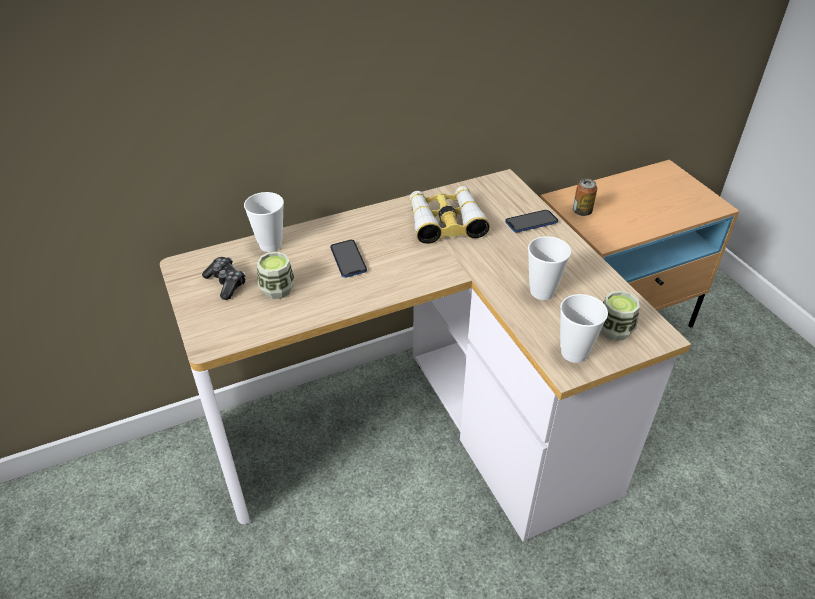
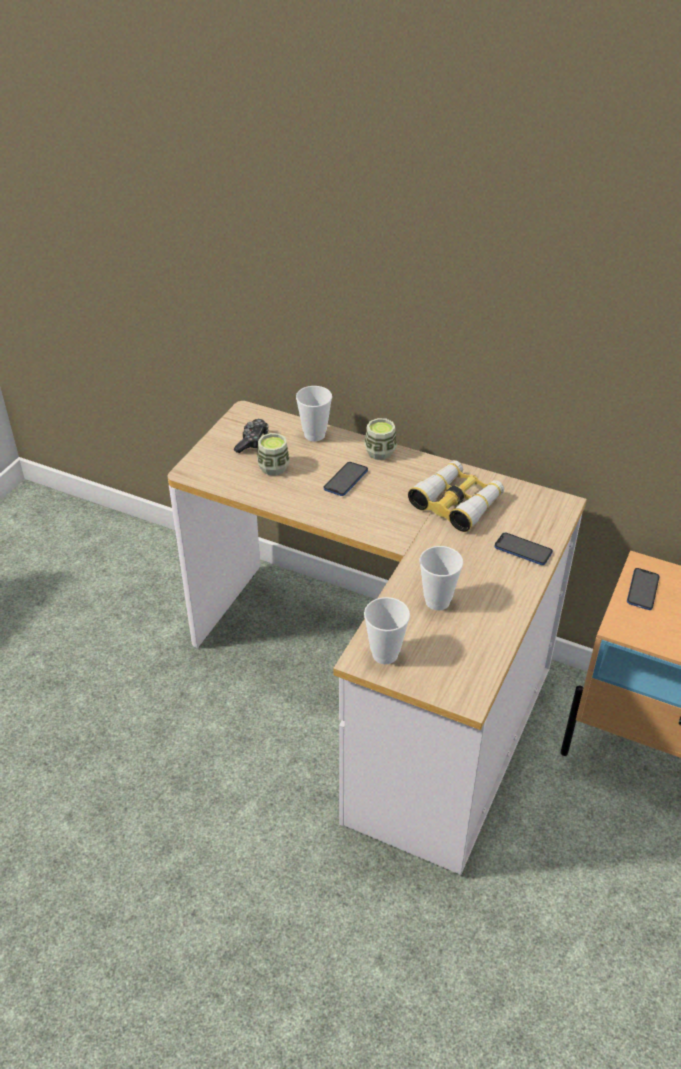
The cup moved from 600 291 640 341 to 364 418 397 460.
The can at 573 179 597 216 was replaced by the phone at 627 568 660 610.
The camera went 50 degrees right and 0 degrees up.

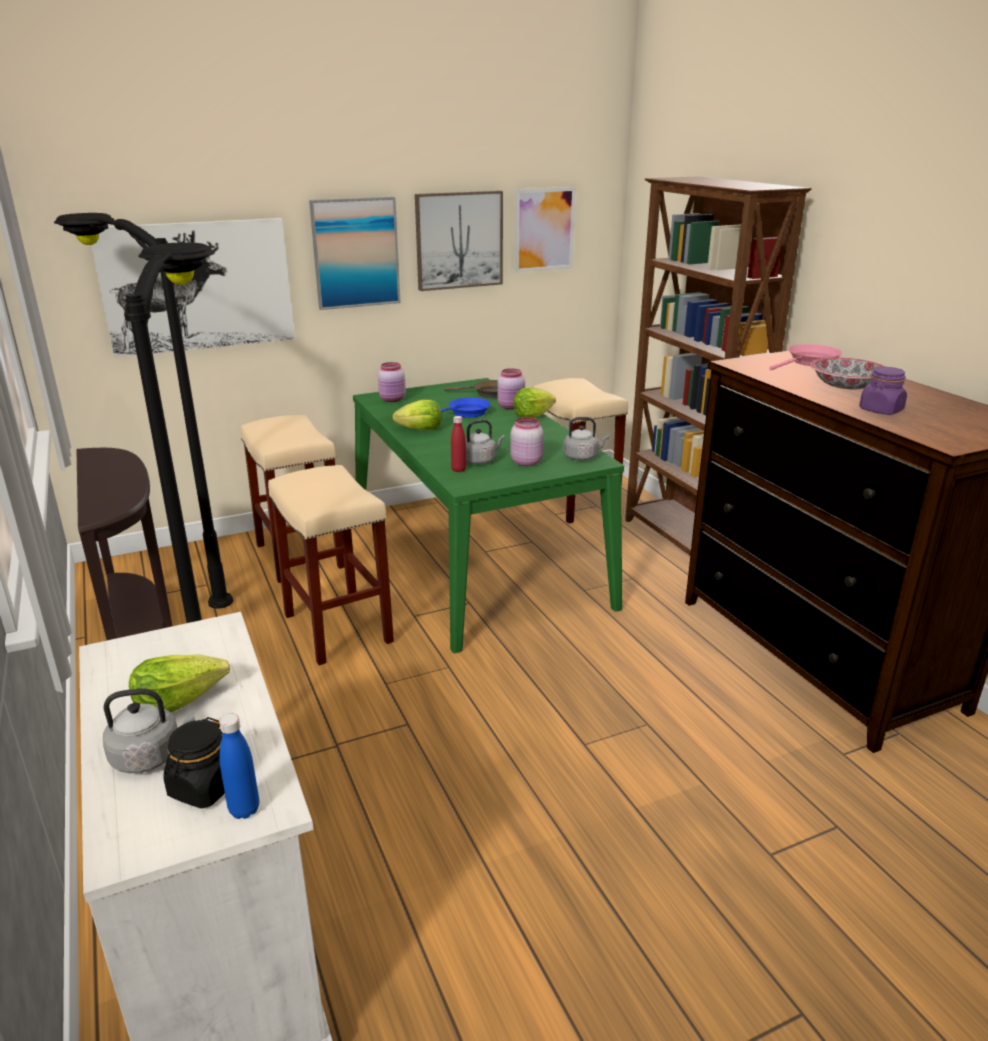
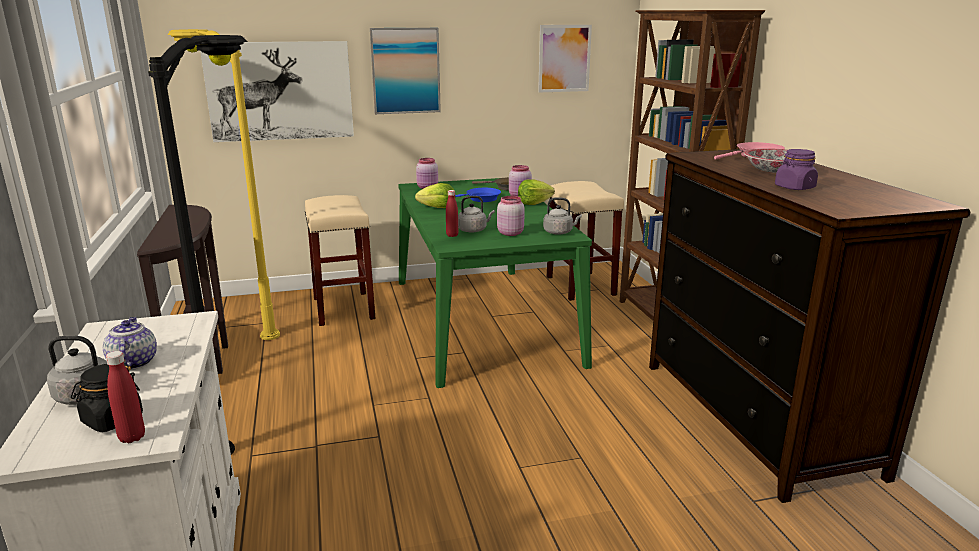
The lettuce at 129 654 230 712 was replaced by the teapot at 103 317 157 370.
The bottle/blue at 219 713 259 819 became the bottle/red at 106 351 145 443.
The floor lamp/black at 54 213 233 609 became the floor lamp/yellow at 167 29 280 340.
The stool/beige at 268 465 394 665 disappeared.
The picture at 415 191 503 291 disappeared.
The camera went 10 degrees right and 5 degrees down.

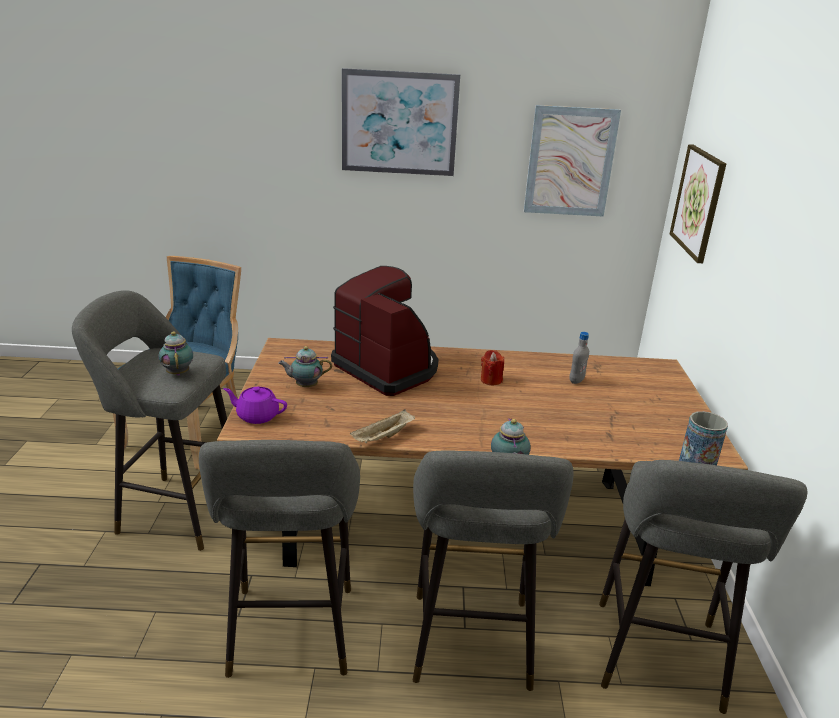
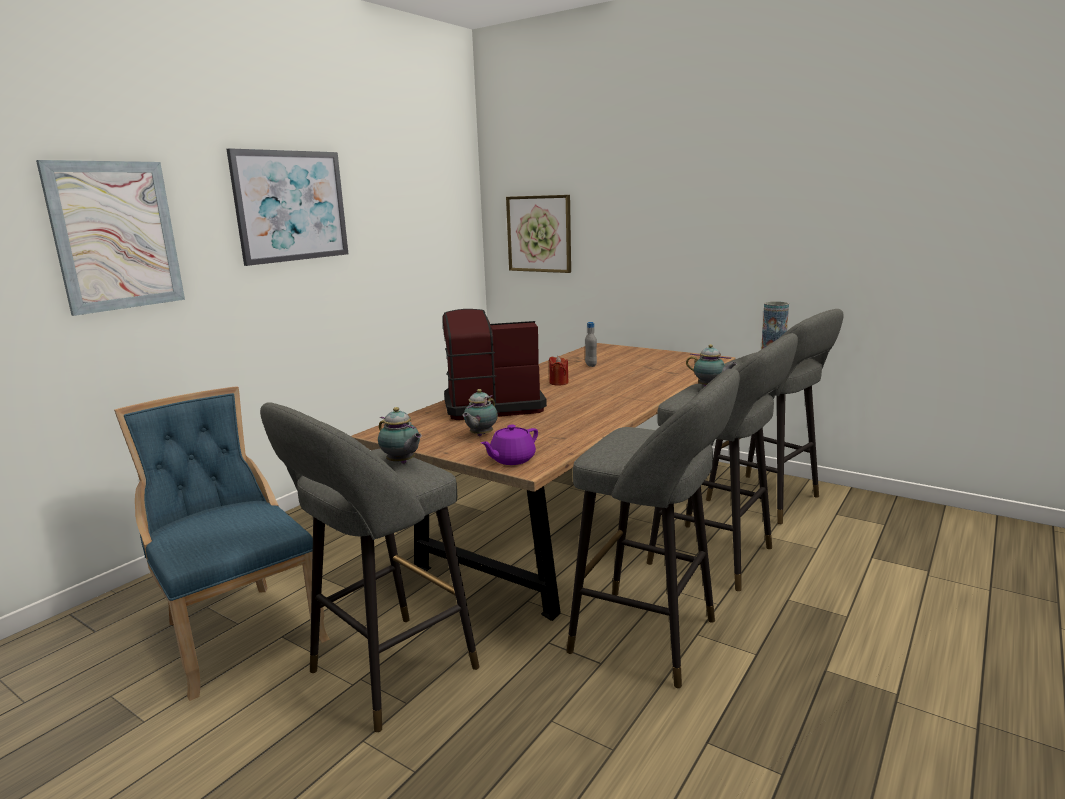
The picture moved from 524 105 621 217 to 36 160 185 316.
The teapot at 159 331 193 376 turned 150 degrees counterclockwise.
The tray/beige at 350 409 415 443 disappeared.
The camera went 55 degrees left and 10 degrees down.

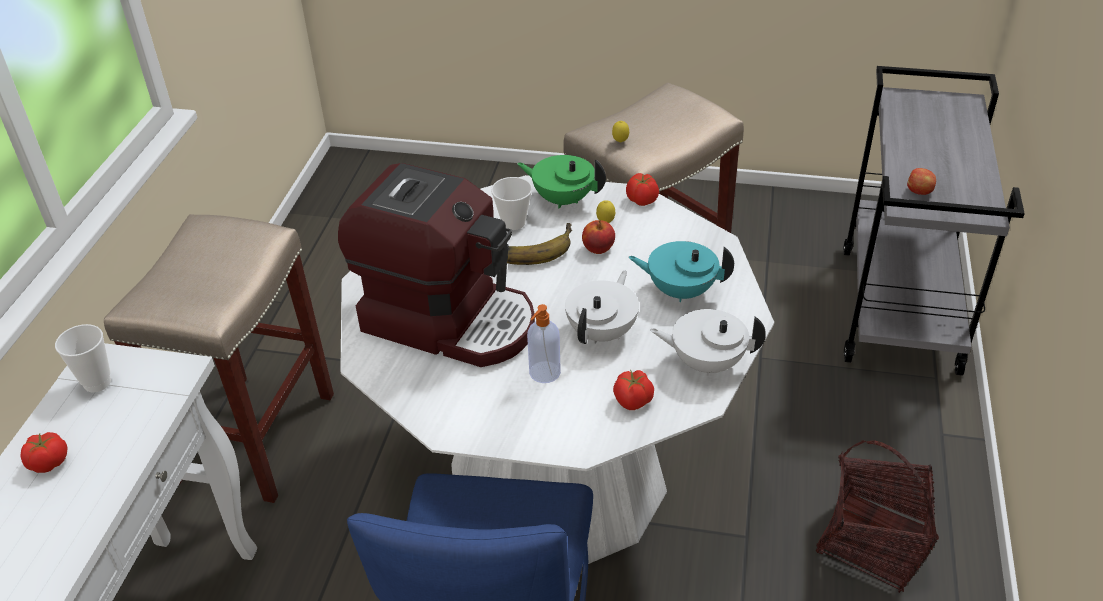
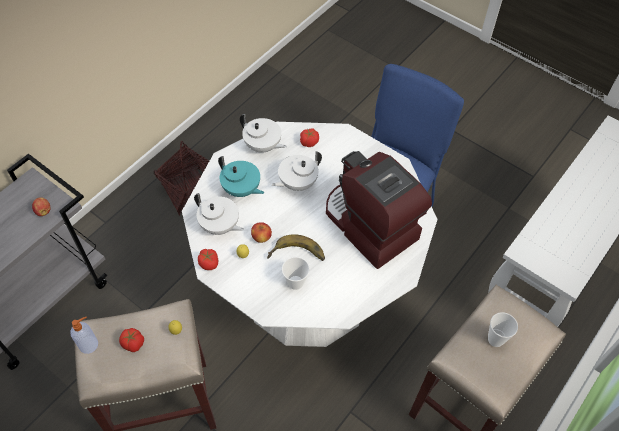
The soap dispenser moved from 527 304 561 383 to 70 317 98 354.
The tomato moved from 21 432 68 473 to 119 328 144 352.
The teapot/white at 194 193 244 235 appeared.
The cup moved from 55 324 111 393 to 488 312 518 347.
The teapot/green at 517 155 606 209 disappeared.
The camera went 155 degrees left and 15 degrees up.

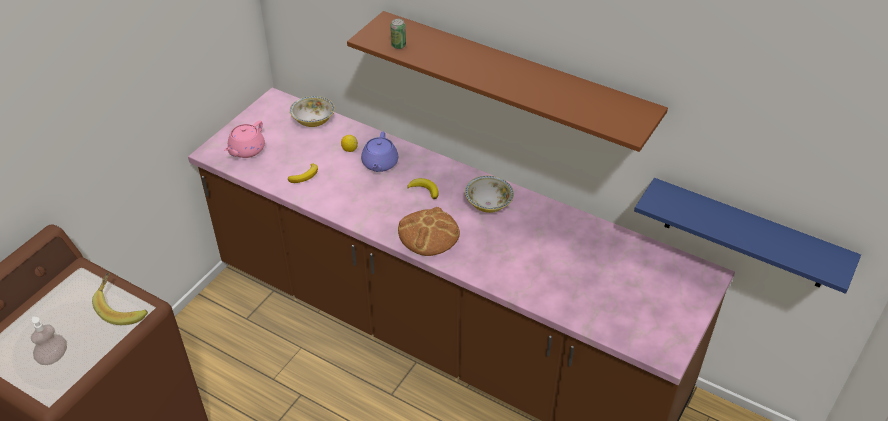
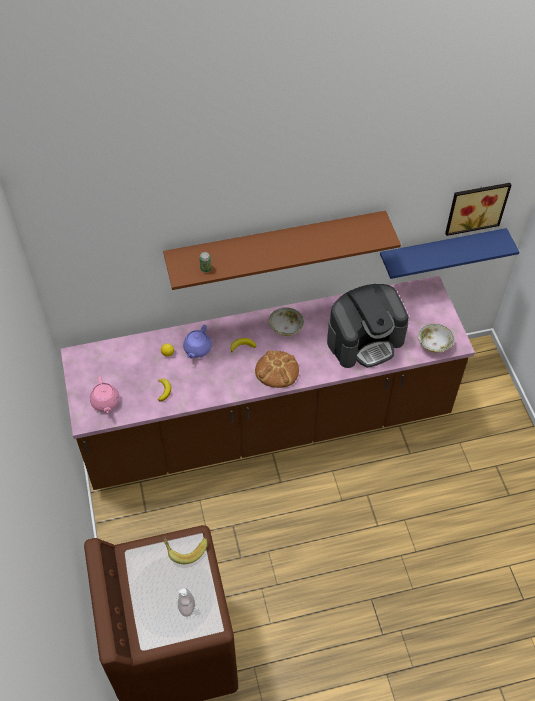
The teapot/purple at 361 132 398 172 turned 60 degrees clockwise.
The coffee machine at 327 284 408 368 appeared.
The bowl moved from 290 96 335 127 to 418 324 454 353.
The picture at 445 183 511 236 appeared.
The camera went 45 degrees left and 10 degrees up.

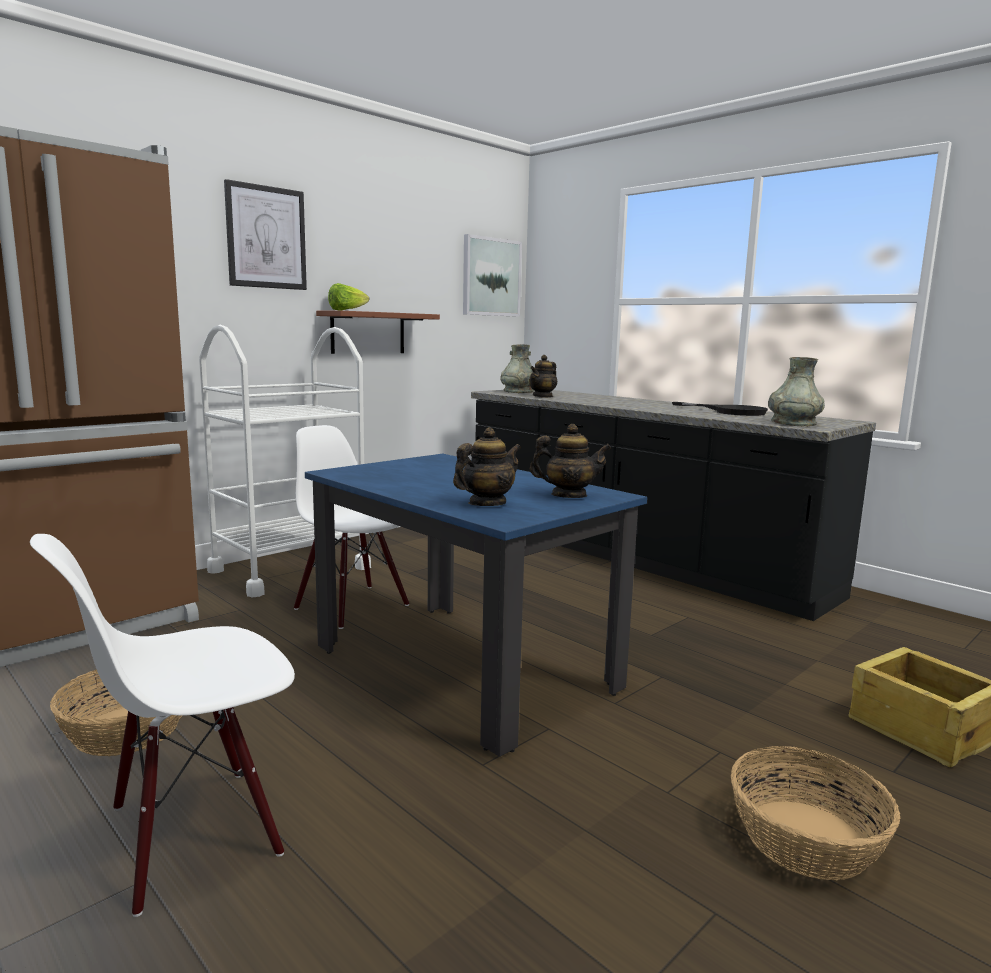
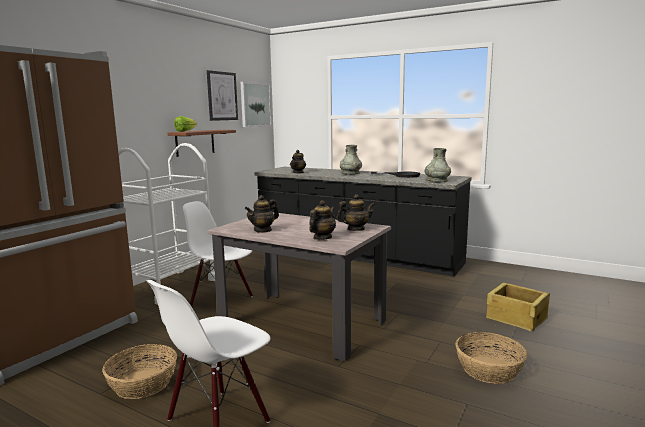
The picture moved from 224 179 307 290 to 207 70 238 121.
The dining table/blue at 305 454 647 757 became the dining table/beige at 207 212 391 361.
The teapot at 245 195 279 233 appeared.
The vase/grey moved from 500 344 534 393 to 340 145 362 175.
The camera went 15 degrees left and 0 degrees up.

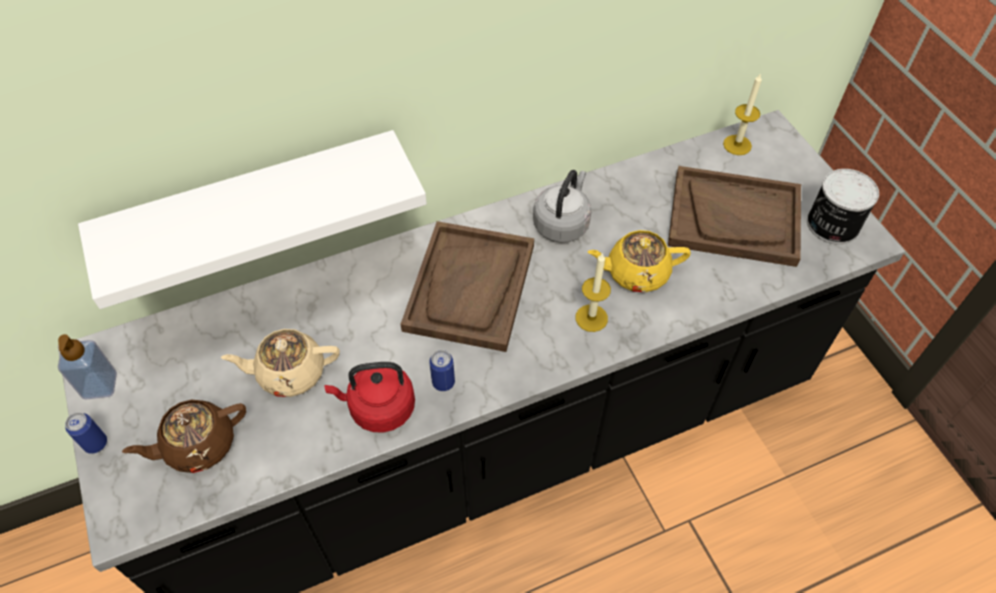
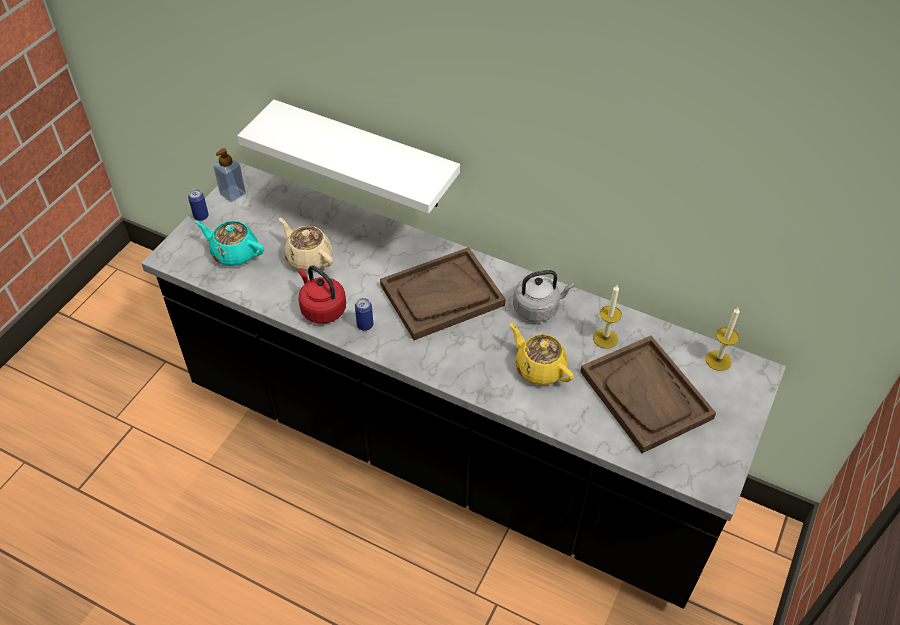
The teapot/brown at 122 400 246 473 became the teapot/turquoise at 195 221 264 266.
The candle moved from 576 254 611 332 to 593 285 622 349.
The can at 807 169 879 245 disappeared.
The camera went 50 degrees right and 5 degrees down.

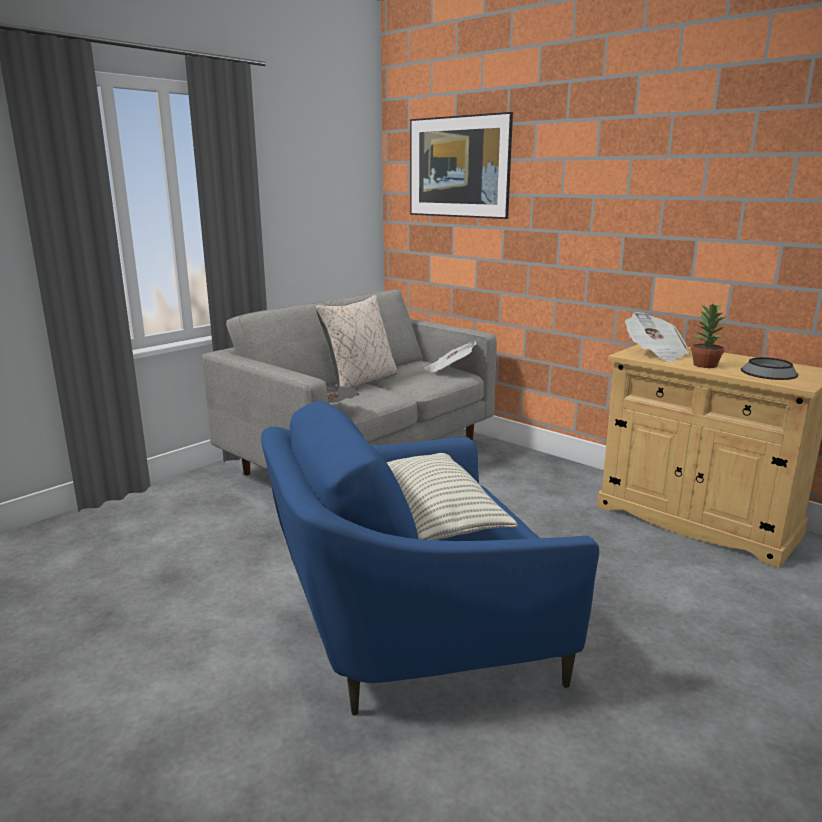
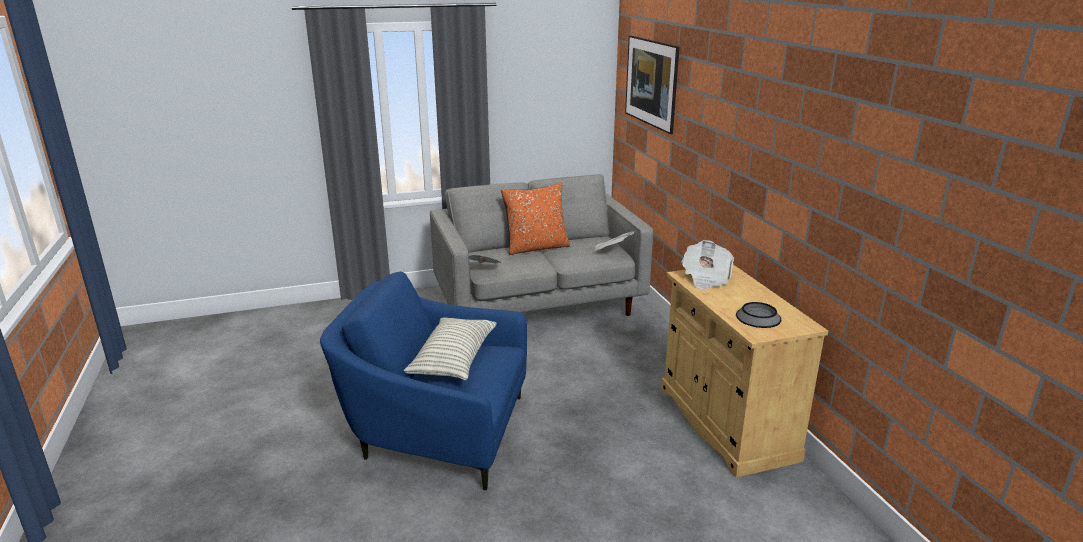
The pillow/beige at 316 295 397 388 became the pillow/orange at 501 182 570 255.
The potted plant at 691 303 728 368 disappeared.
The camera went 30 degrees right and 5 degrees up.

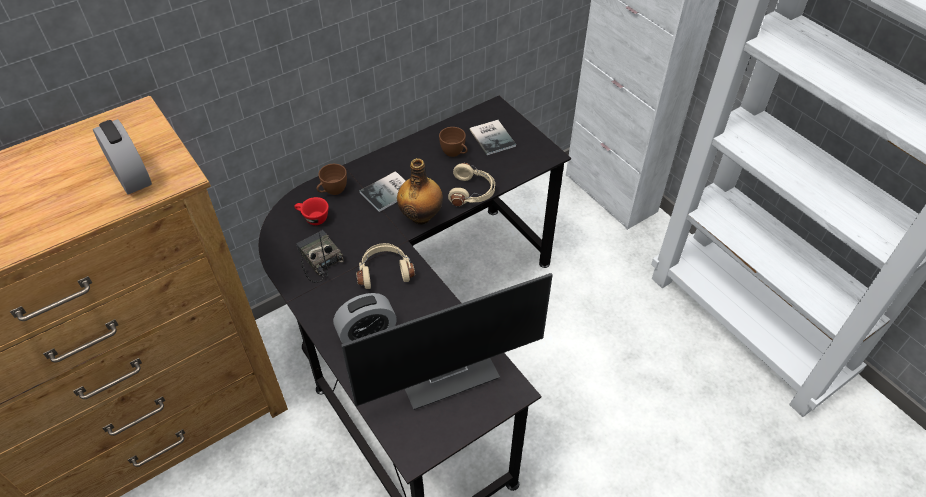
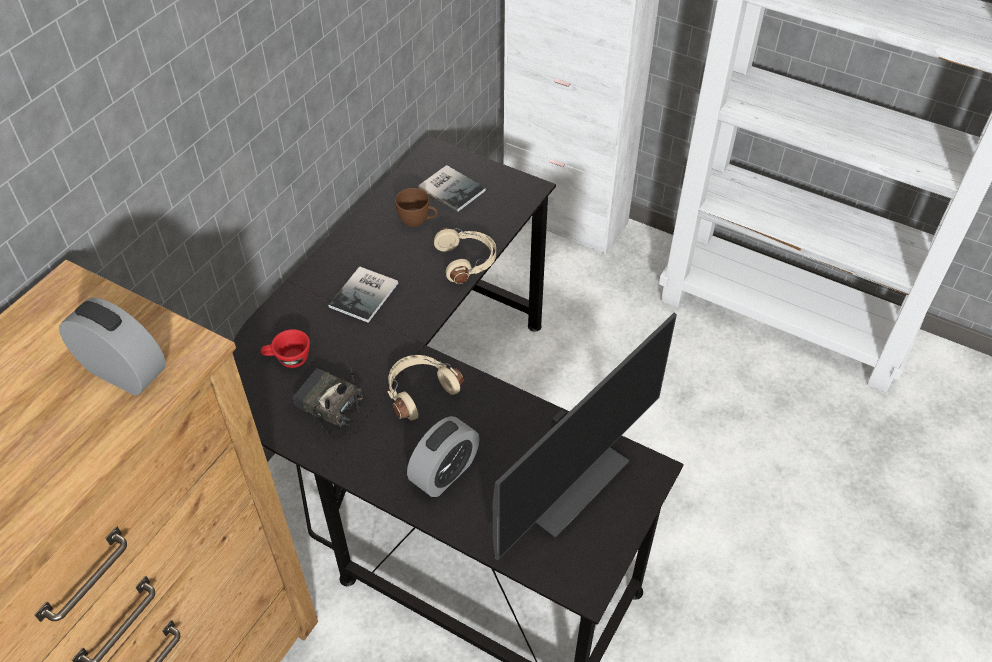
The cup/brown at 317 164 347 195 disappeared.
The bottle at 397 158 443 225 disappeared.
The camera went 25 degrees left and 0 degrees up.

